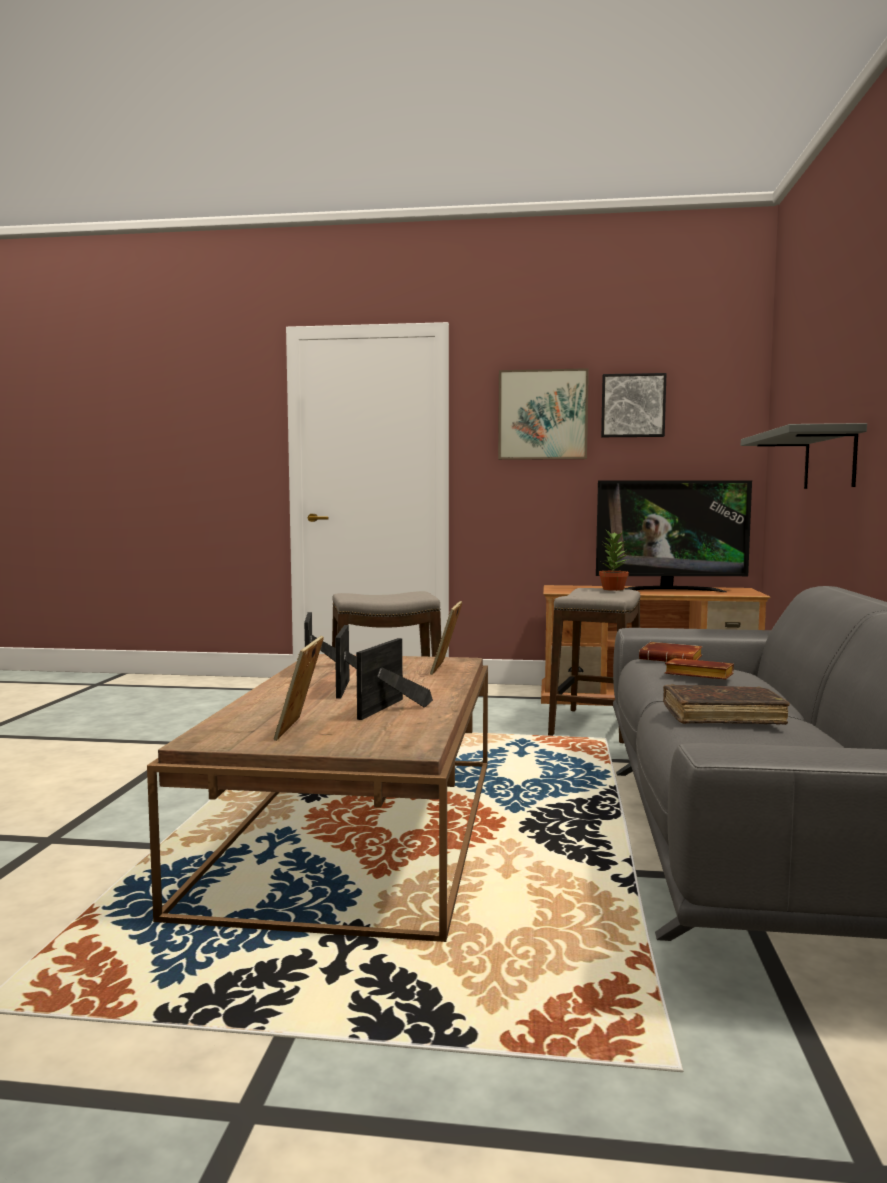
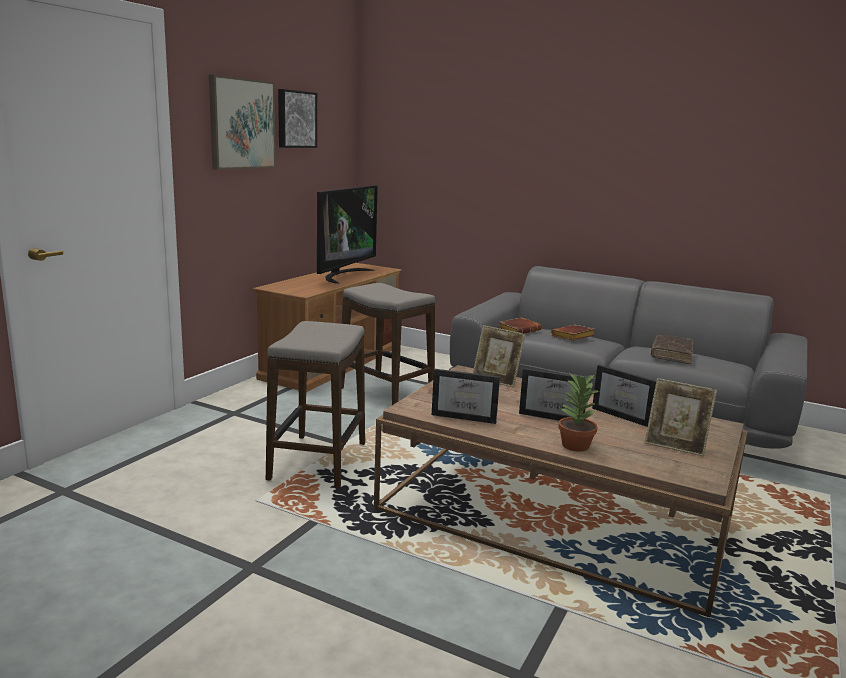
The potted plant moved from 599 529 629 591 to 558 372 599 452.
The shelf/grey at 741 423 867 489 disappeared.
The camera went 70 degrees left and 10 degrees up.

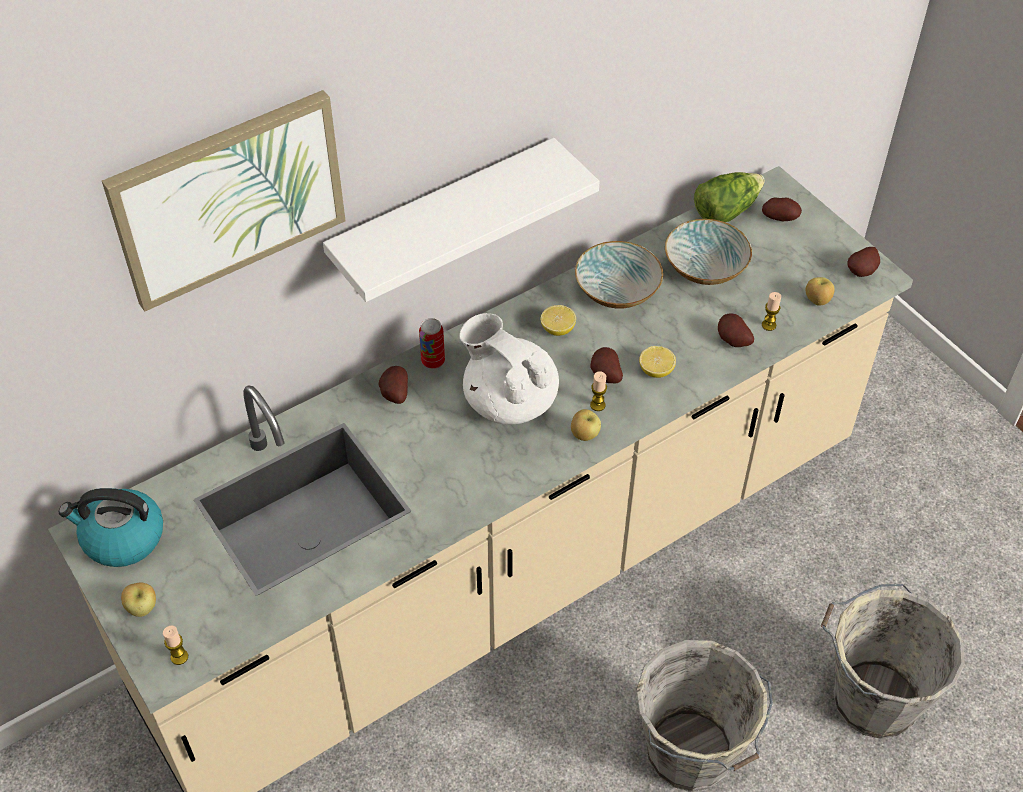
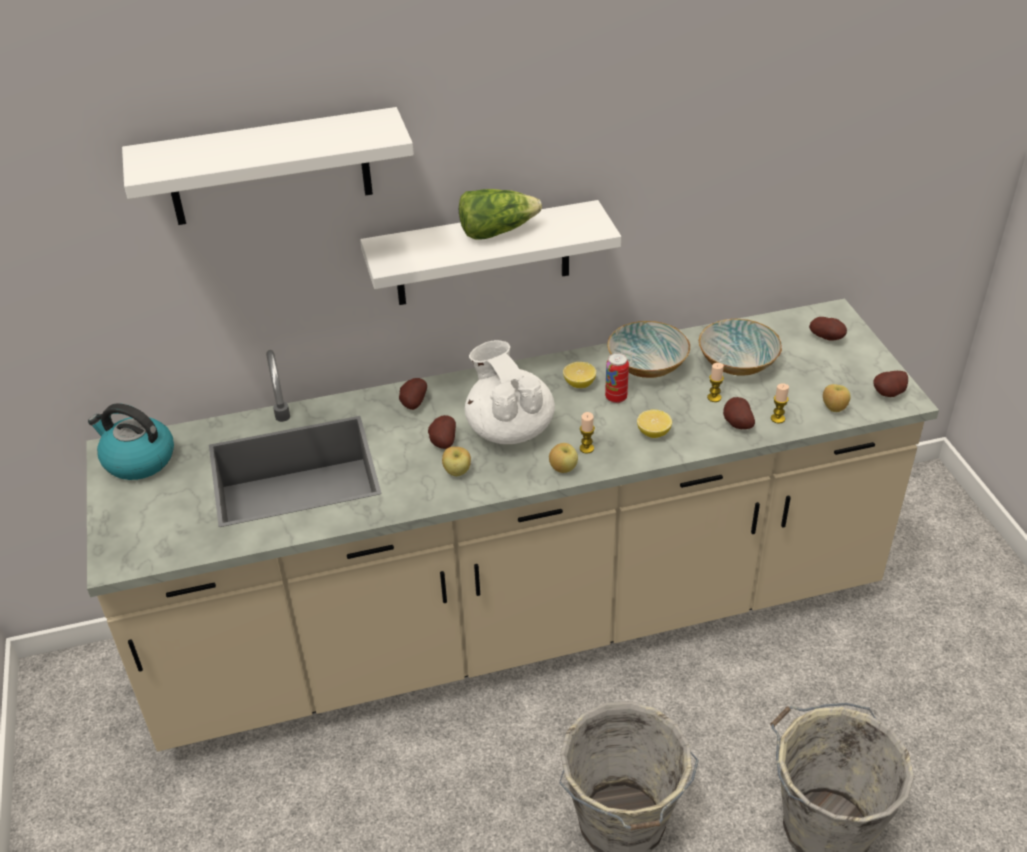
The picture at 102 90 346 312 was replaced by the shelf/white at 122 107 414 225.
The potato moved from 590 347 623 384 to 428 415 456 449.
The apple moved from 121 582 156 617 to 442 447 471 476.
The lettuce moved from 694 172 765 222 to 459 189 542 240.
The can moved from 419 318 445 369 to 605 353 629 403.
The candle moved from 163 626 188 665 to 707 363 724 402.
The camera went 20 degrees right and 10 degrees down.

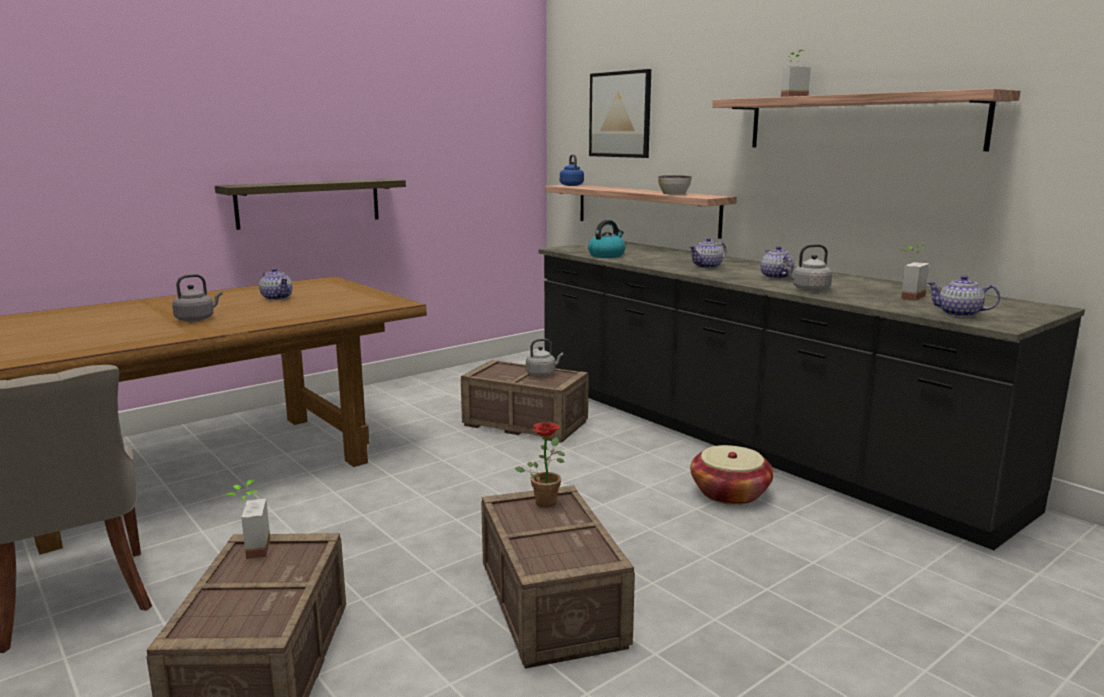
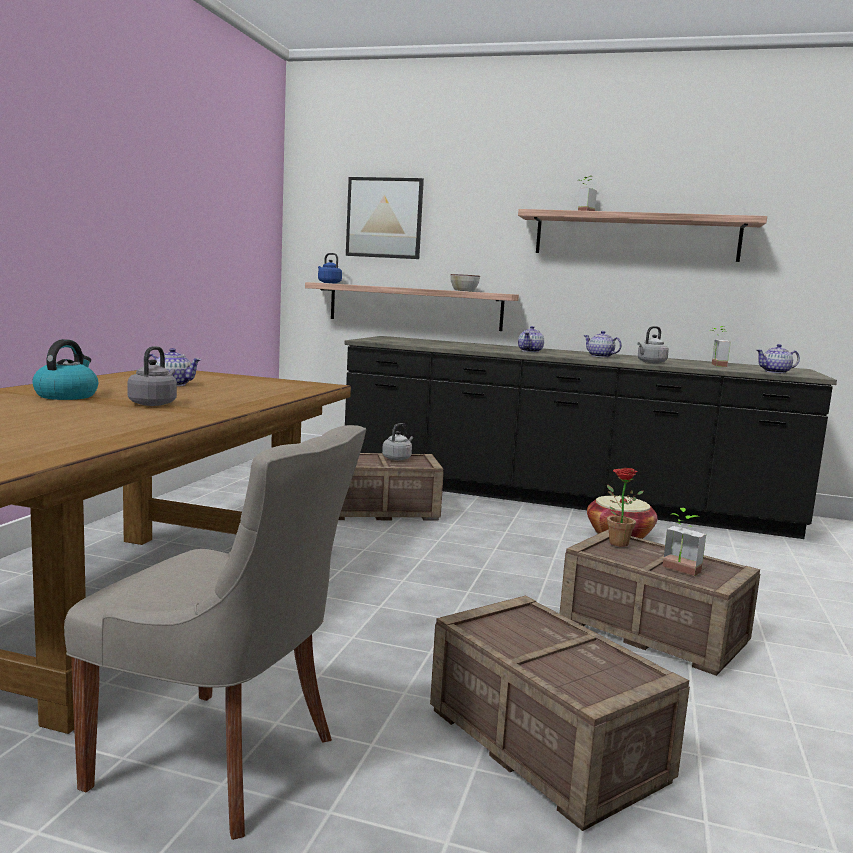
The kettle moved from 588 220 625 258 to 32 339 98 400.
The potted plant moved from 226 480 270 559 to 662 508 706 576.
The shelf at 215 179 406 230 disappeared.
The camera went 35 degrees left and 5 degrees down.

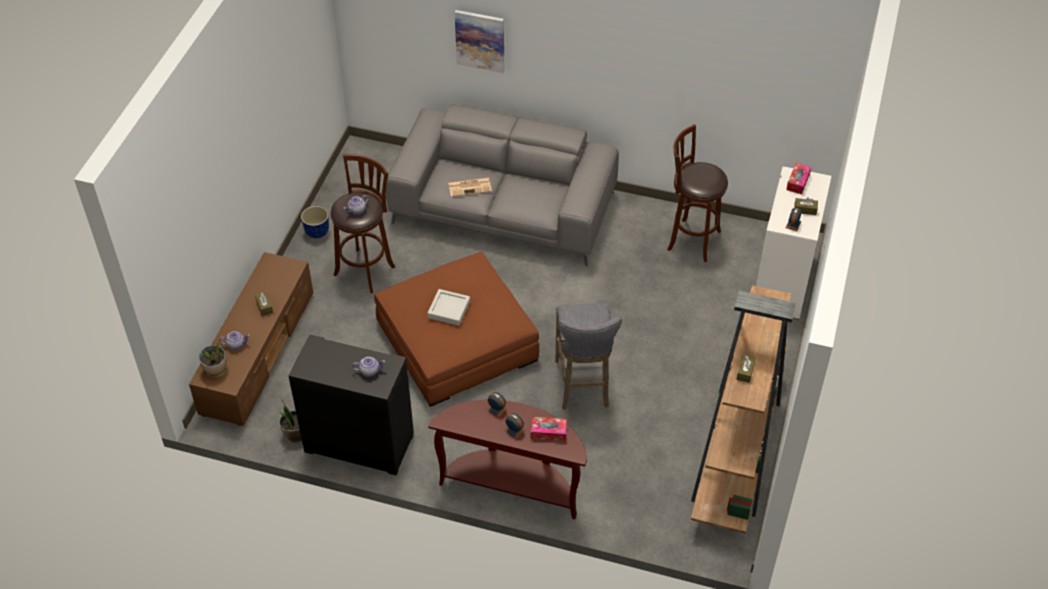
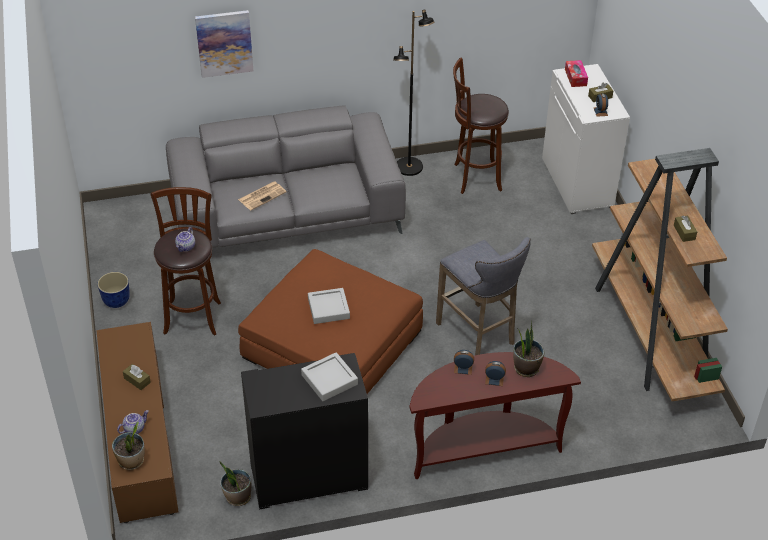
The teapot at 352 357 385 377 was replaced by the tray/grey at 301 352 358 401.
The floor lamp/black at 393 10 434 176 appeared.
The tissue box at 531 417 567 441 was replaced by the potted plant at 513 321 544 377.
The camera went 30 degrees left and 5 degrees down.

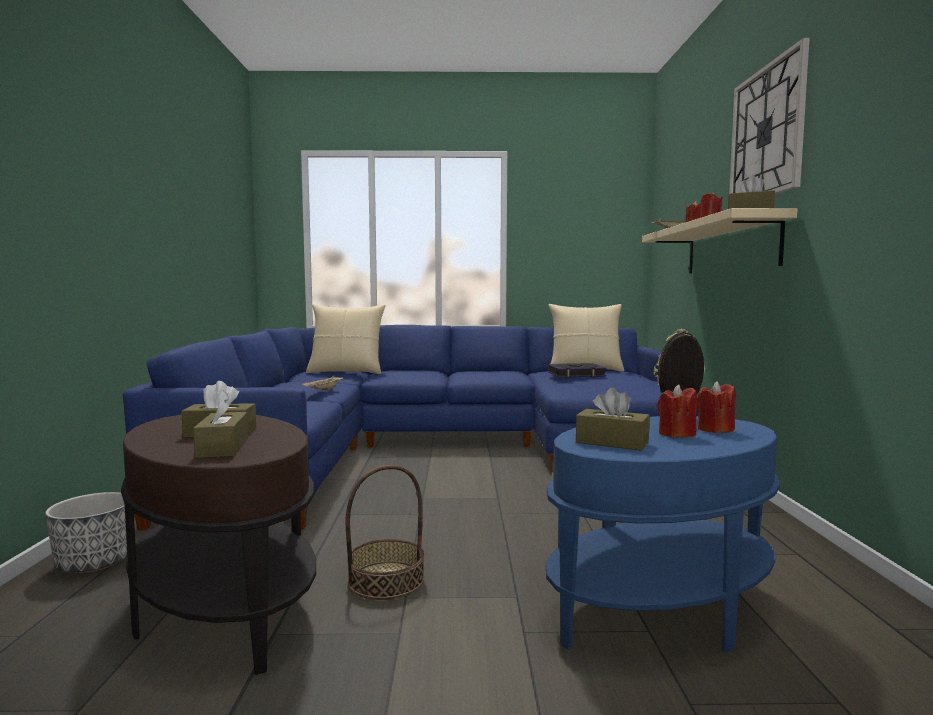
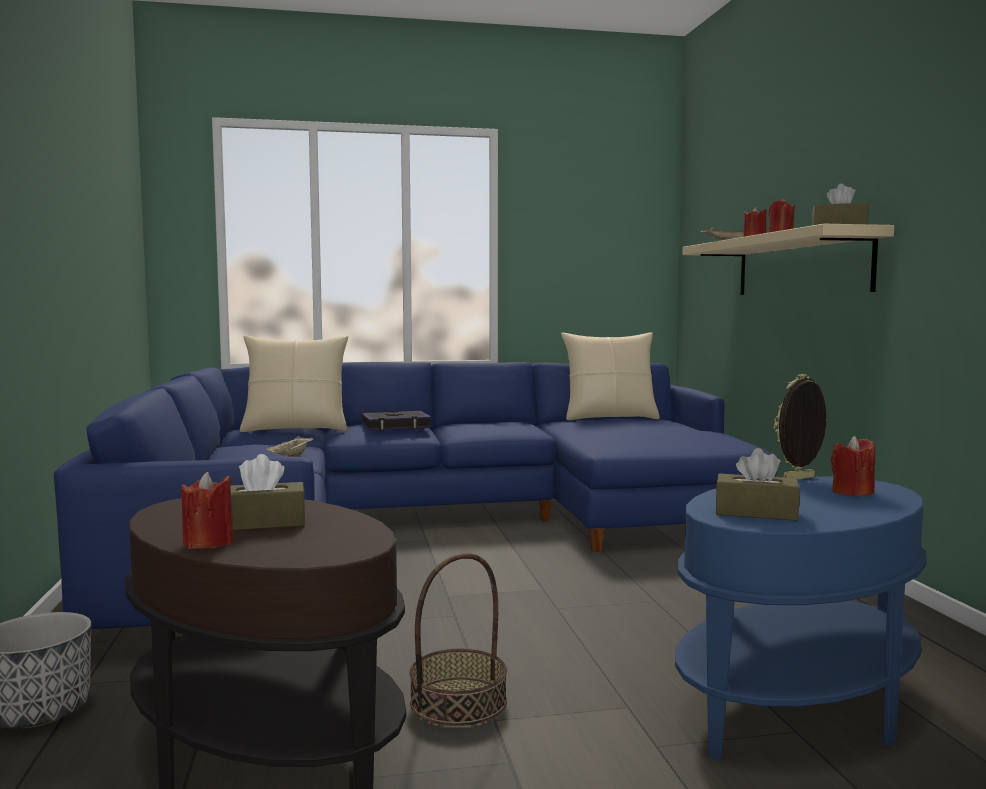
The candle/red moved from 657 384 697 438 to 181 472 234 549.
The book moved from 548 363 606 378 to 361 411 432 431.
The tissue box/brown at 193 391 248 458 disappeared.
The wall clock at 729 38 810 195 disappeared.
The camera went 10 degrees left and 0 degrees up.

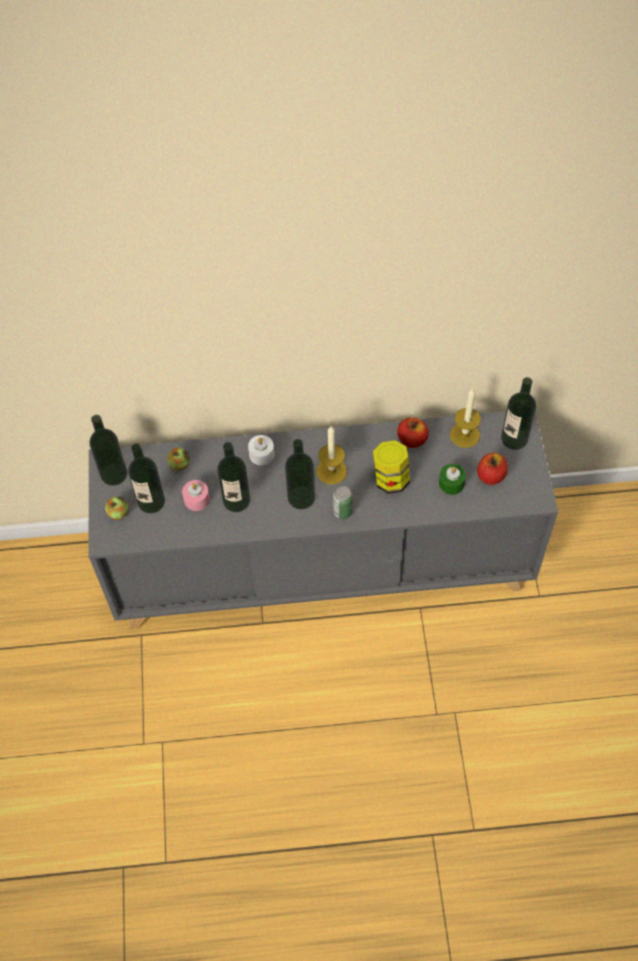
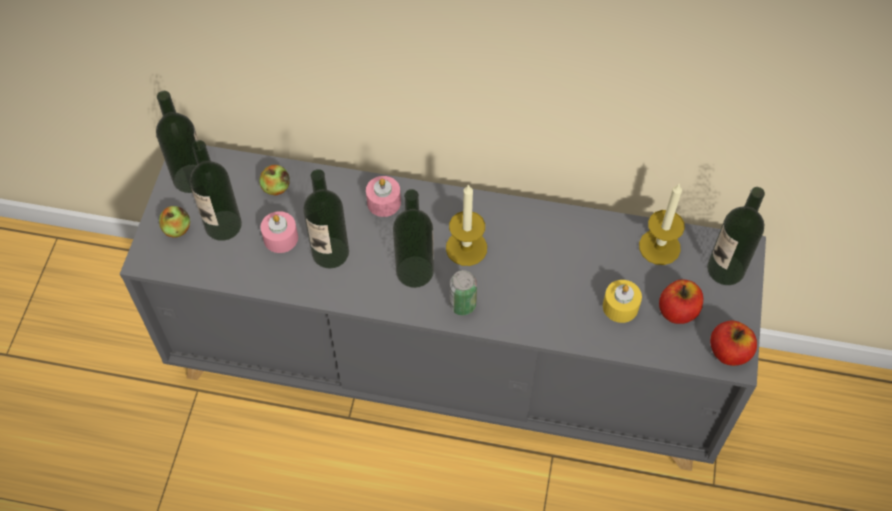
The candle/white at 248 435 274 465 became the candle/pink at 366 176 401 217.
The candle/green at 439 464 466 495 became the candle/yellow at 603 280 642 323.
The apple moved from 397 417 429 448 to 710 321 757 366.
The jar at 373 440 410 494 disappeared.
The camera went 15 degrees right and 0 degrees up.

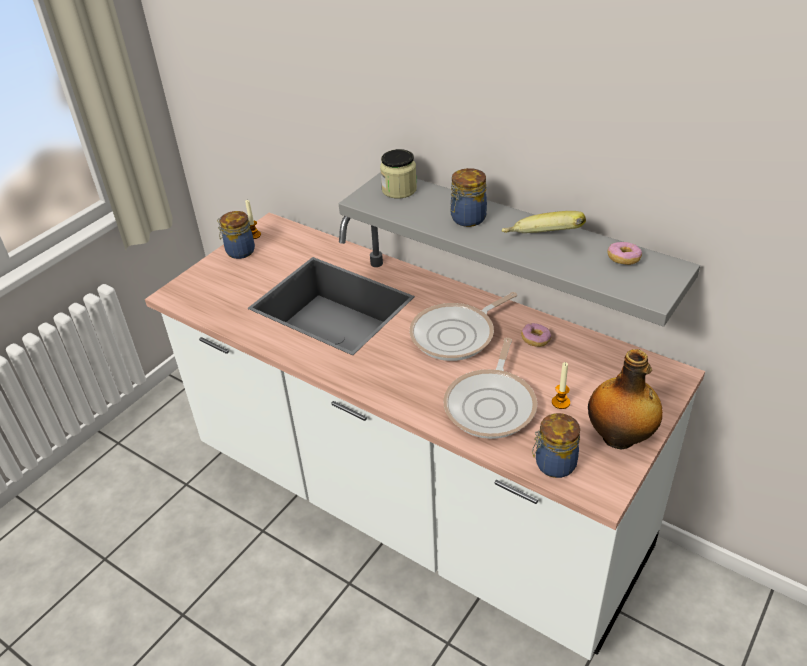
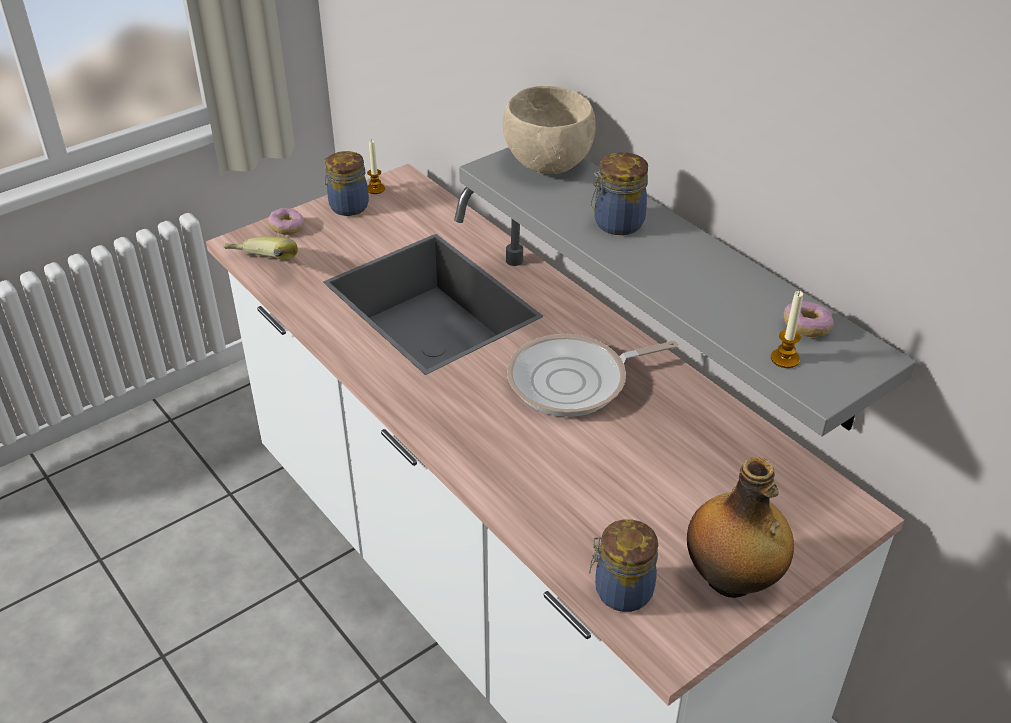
The banana moved from 502 211 586 233 to 223 236 298 260.
The donut moved from 521 323 551 347 to 268 208 304 235.
The jar at 380 149 417 199 was replaced by the bowl/beige at 502 86 596 174.
The candle moved from 552 362 570 409 to 771 291 803 368.
The frying pan at 443 338 537 439 disappeared.
The camera went 15 degrees right and 0 degrees up.

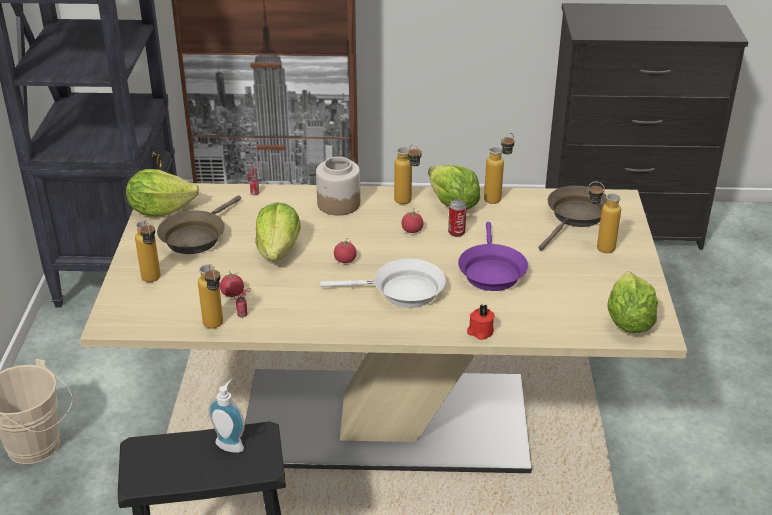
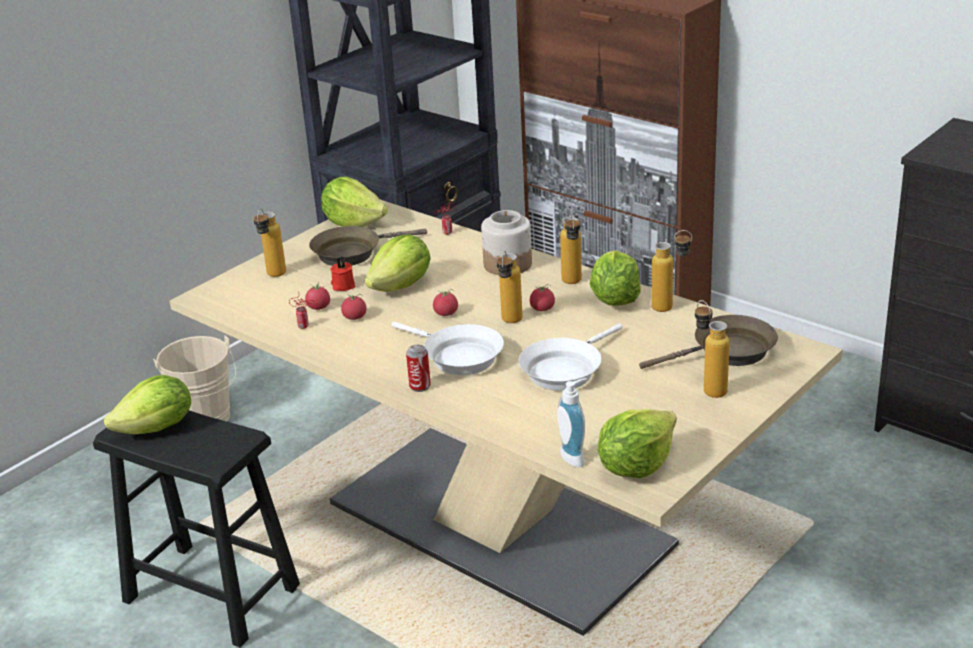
The lettuce at 104 375 191 434 appeared.
The candle/red moved from 467 304 494 340 to 331 256 355 291.
The tomato at 341 294 367 320 appeared.
The can moved from 448 199 467 237 to 406 345 431 392.
The bottle moved from 198 264 223 329 to 497 251 523 323.
The frying pan/purple at 458 222 528 291 became the frying pan/white at 519 323 623 390.
The soap dispenser moved from 209 379 245 453 to 557 378 587 467.
The camera went 40 degrees right and 5 degrees down.

